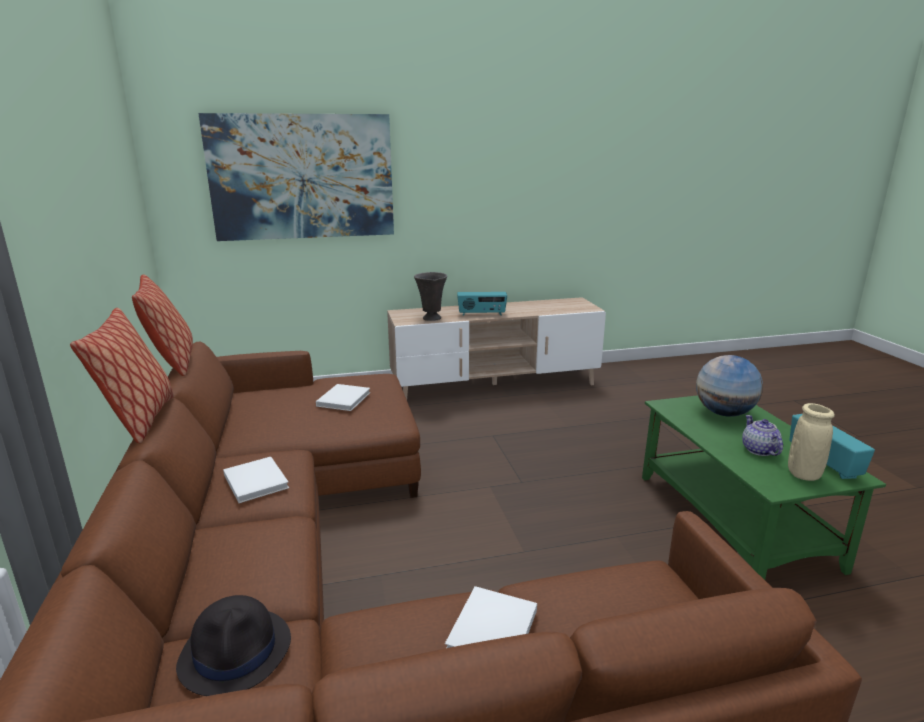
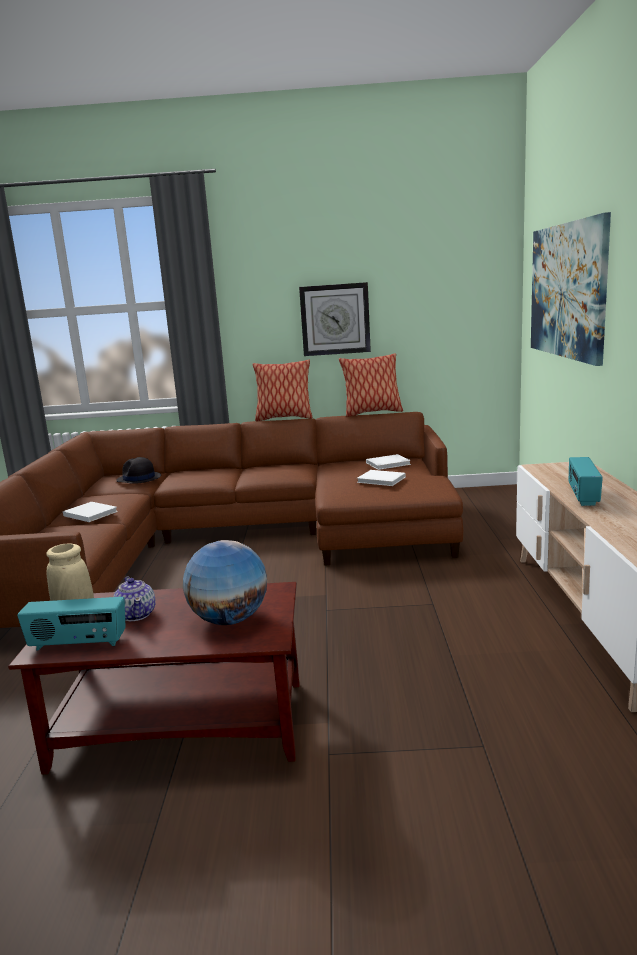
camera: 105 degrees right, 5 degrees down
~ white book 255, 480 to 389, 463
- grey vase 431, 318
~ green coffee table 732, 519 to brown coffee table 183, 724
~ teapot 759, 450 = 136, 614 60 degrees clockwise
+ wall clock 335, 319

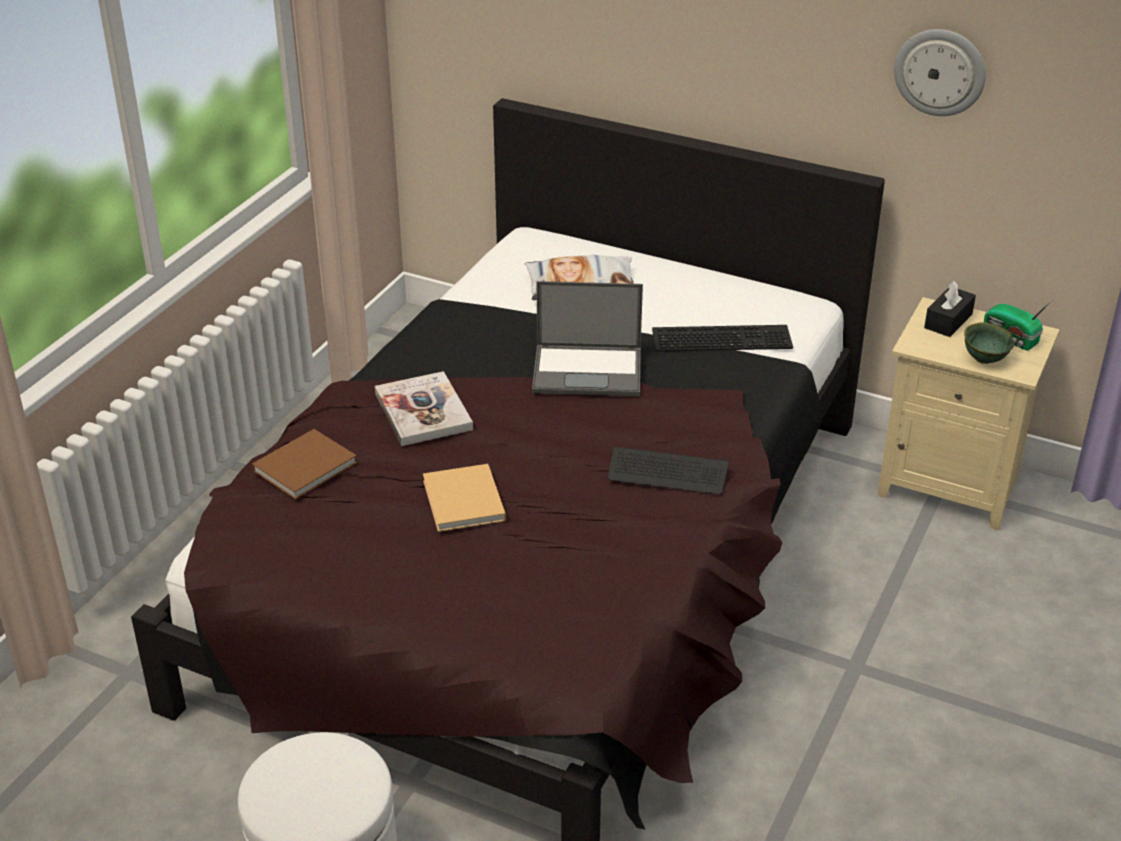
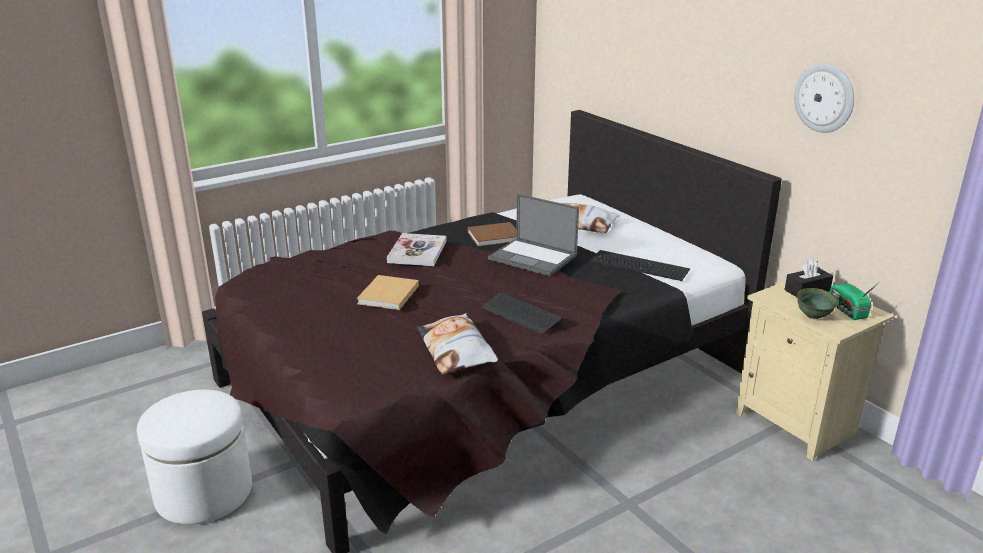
camera: 30 degrees right, 10 degrees down
~ brown book 307, 465 to 496, 236
+ pillow 456, 350

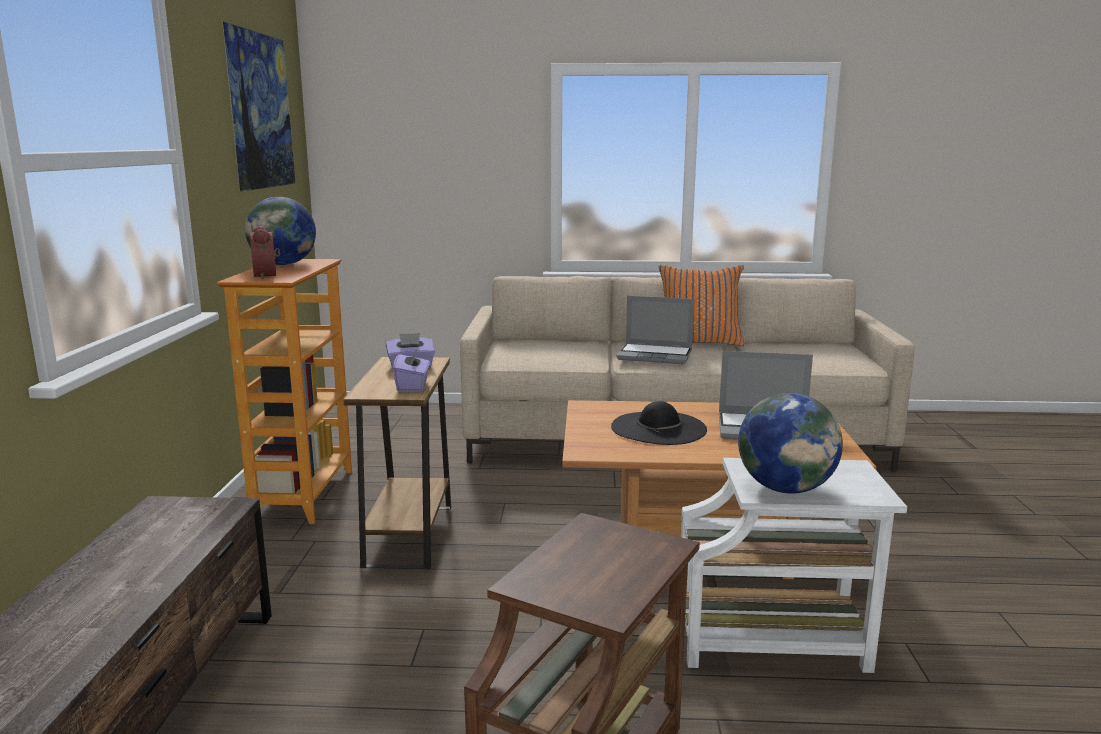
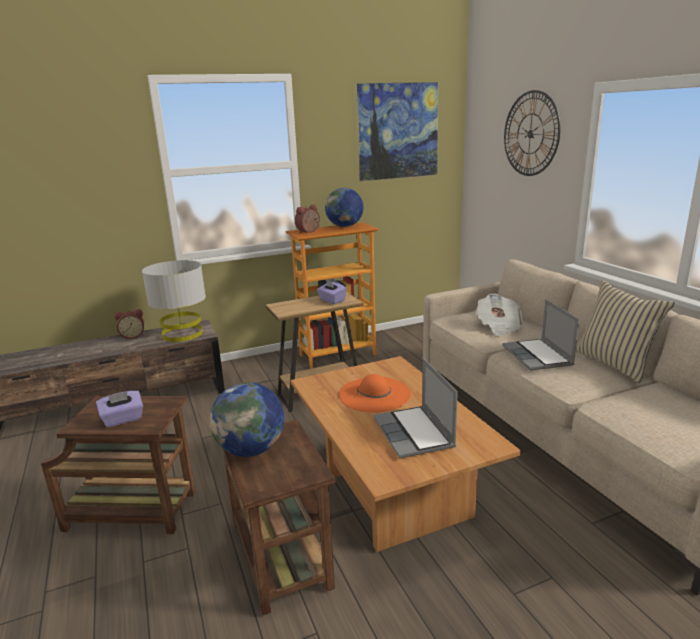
camera: 65 degrees right, 5 degrees up
~ purple tissue box 413, 386 to 123, 419
~ black hat 658, 428 to orange hat 374, 394
~ orange pillow 698, 342 to beige pillow 614, 363
~ white side table 776, 642 to brown side table 281, 557
+ alarm clock 132, 336
+ grey table lamp 182, 334
+ newspaper 498, 327
+ wall clock 530, 134

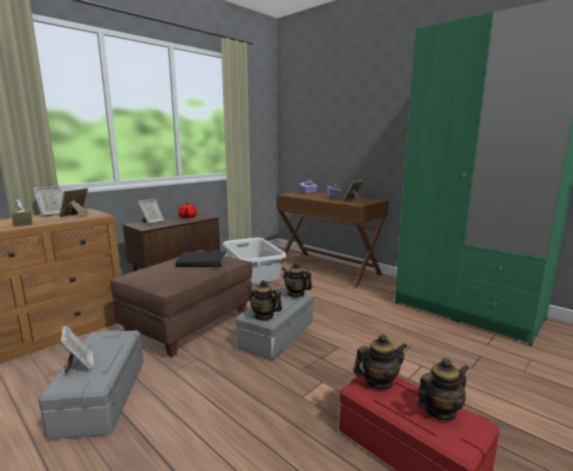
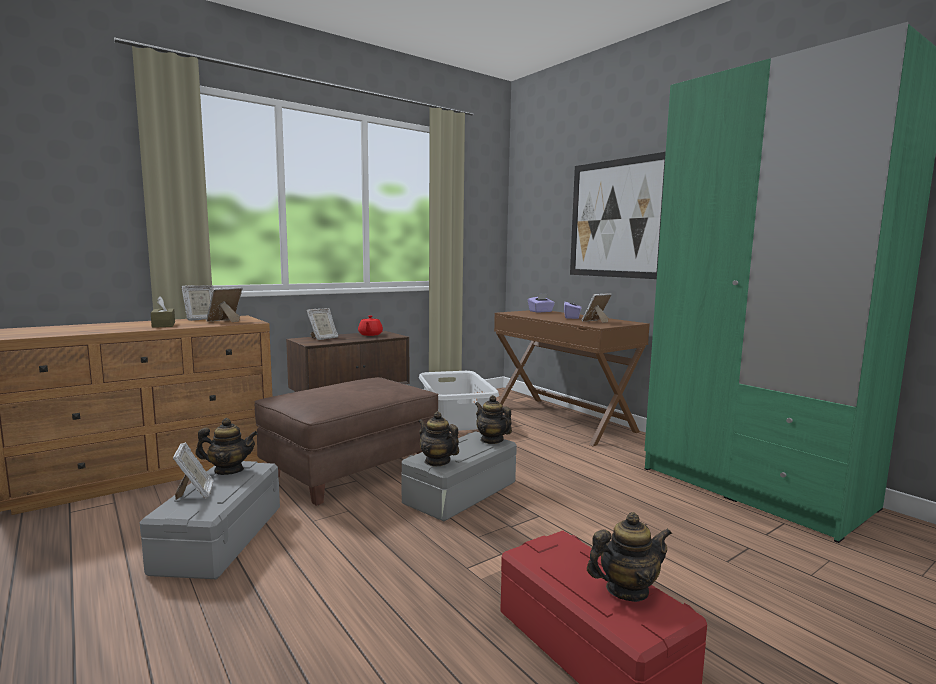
camera: 10 degrees right, 5 degrees down
- black book 202, 261
~ teapot 378, 382 to 229, 470
+ picture 616, 219

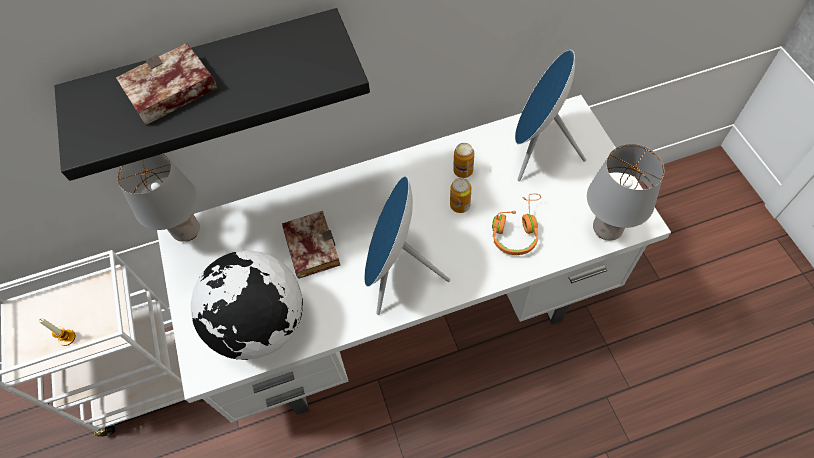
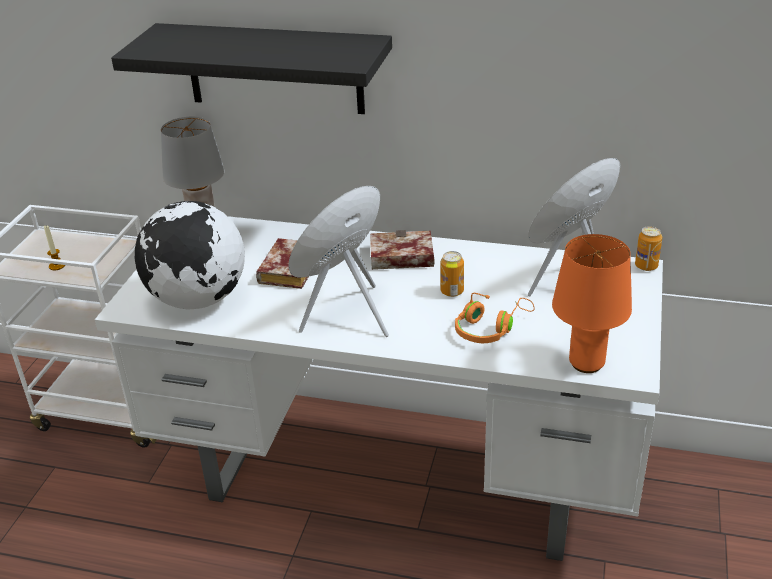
camera: 30 degrees right, 25 degrees down
~ book 169, 93 to 399, 258
~ can 463, 171 to 646, 266
~ grey table lamp 607, 230 to orange table lamp 587, 364

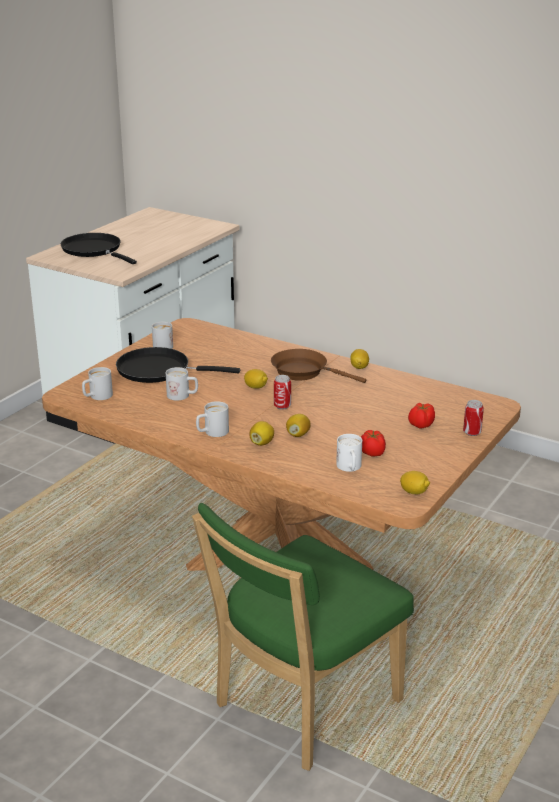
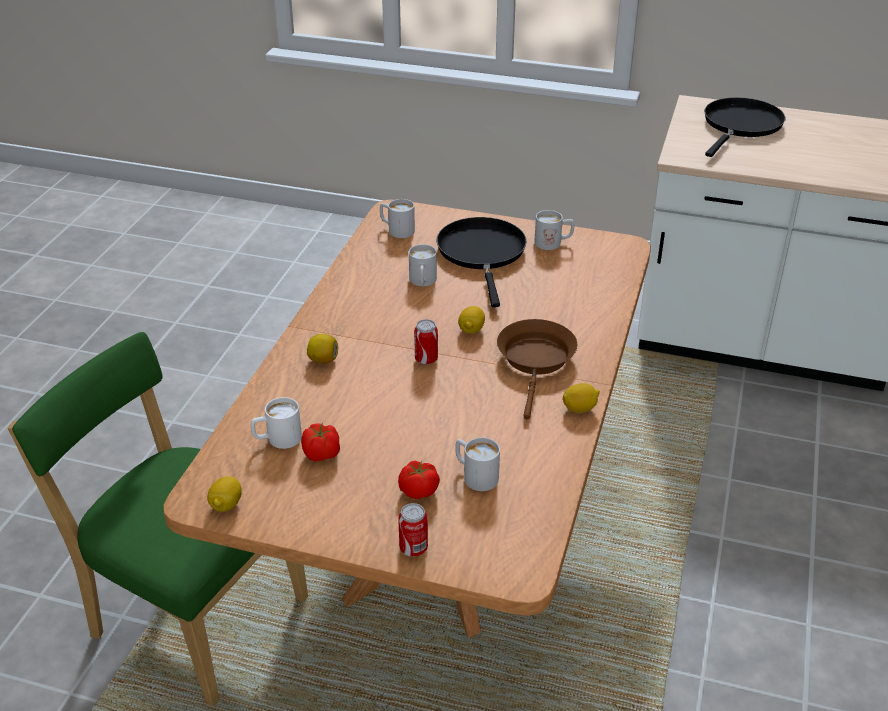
camera: 75 degrees right, 10 degrees up
~ white mug 212, 433 to 475, 475
- lemon 298, 434

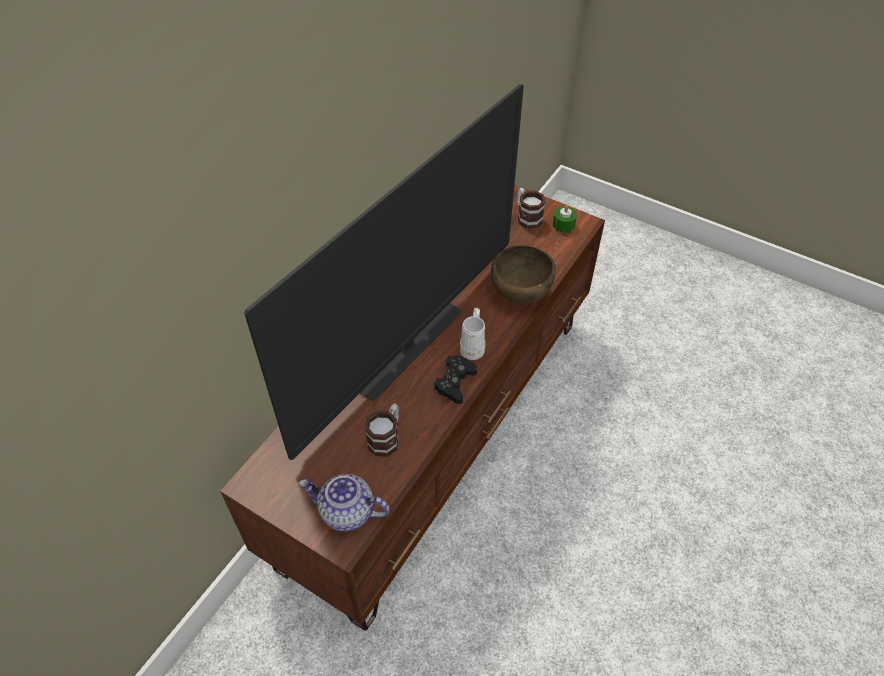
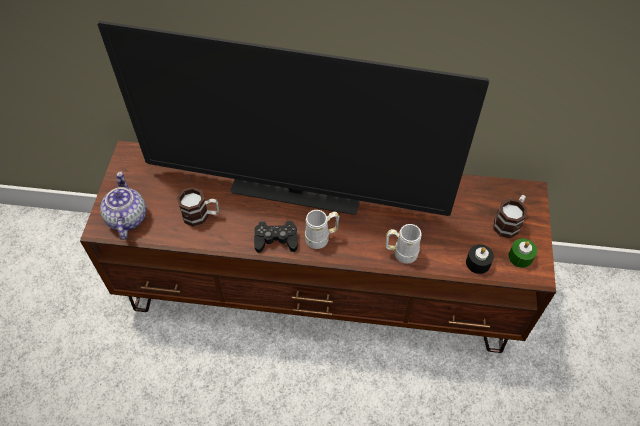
camera: 65 degrees right, 5 degrees up
~ brown bowl 520, 297 to white mug 400, 253
+ black candle 478, 263

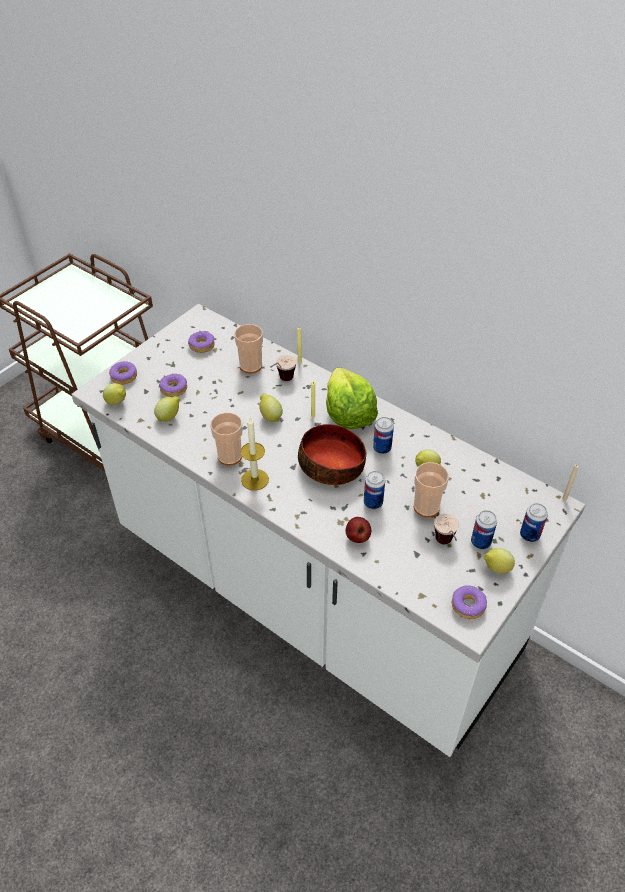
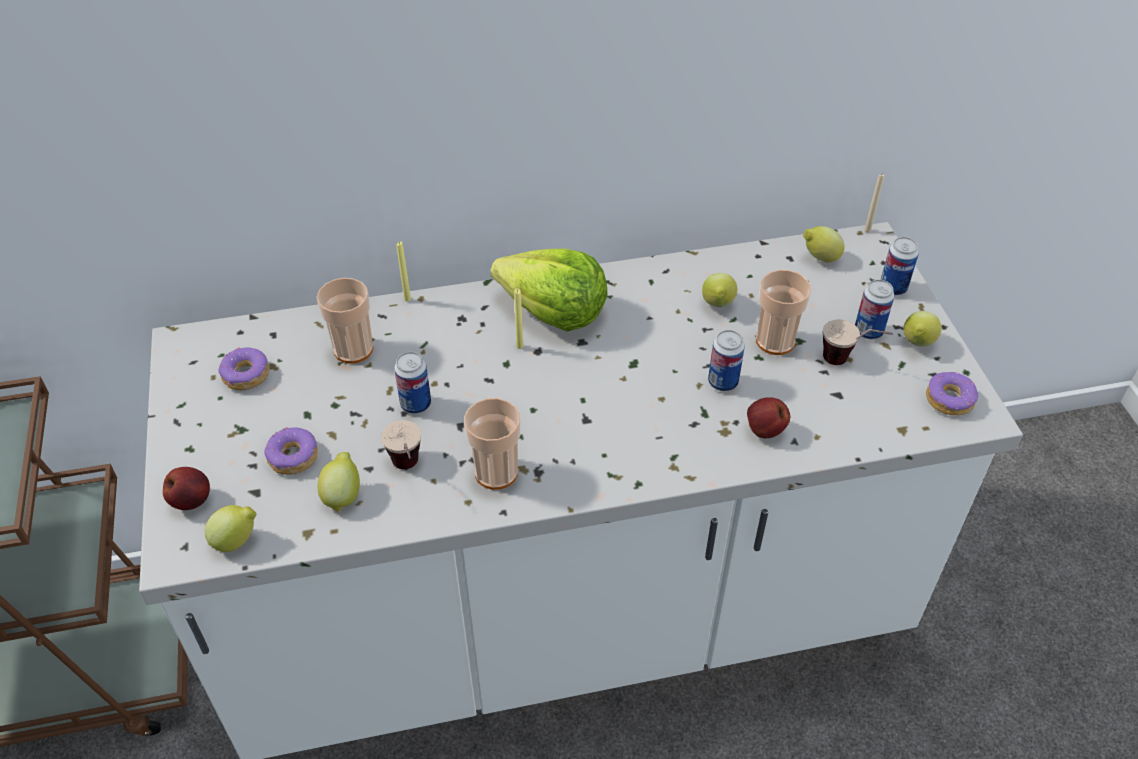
camera: 50 degrees left, 0 degrees up
~ donut 124, 377 to apple 191, 500
- candle 255, 479
~ lemon 270, 416 to 819, 258
~ cup 282, 381 to 408, 472
- bowl 332, 465
~ can 382, 448 to 416, 404

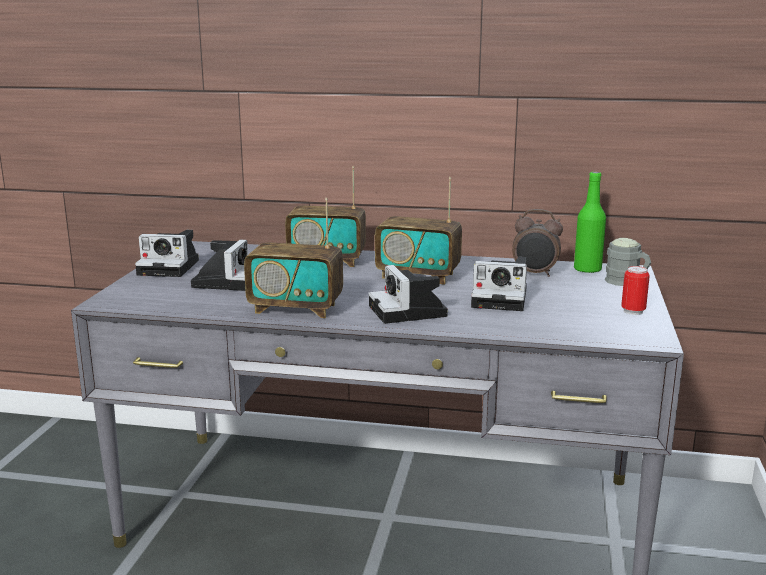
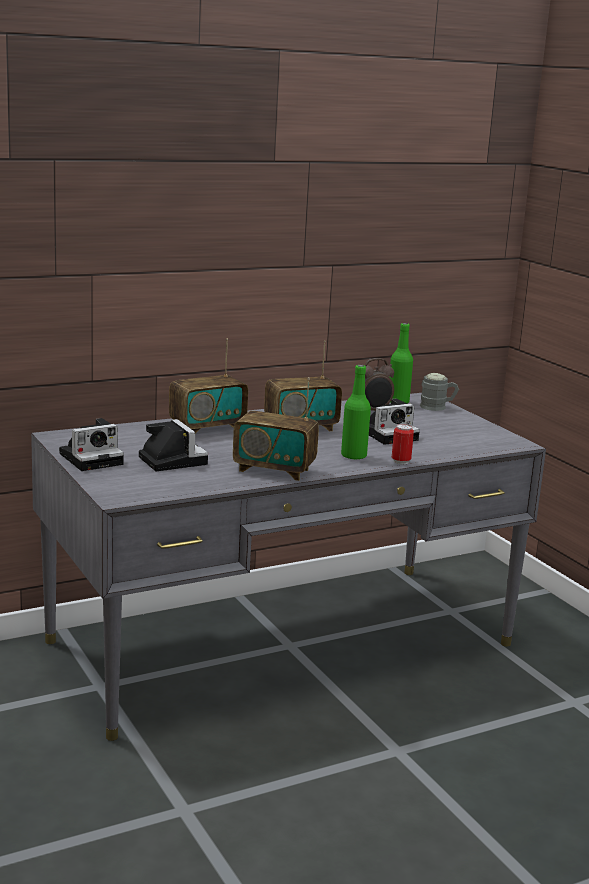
camera: 40 degrees left, 0 degrees up
~ radio 296, 308 = 274, 470 45 degrees clockwise
~ photo camera 409, 312 to green bottle 353, 456
~ can 633, 311 to 401, 461

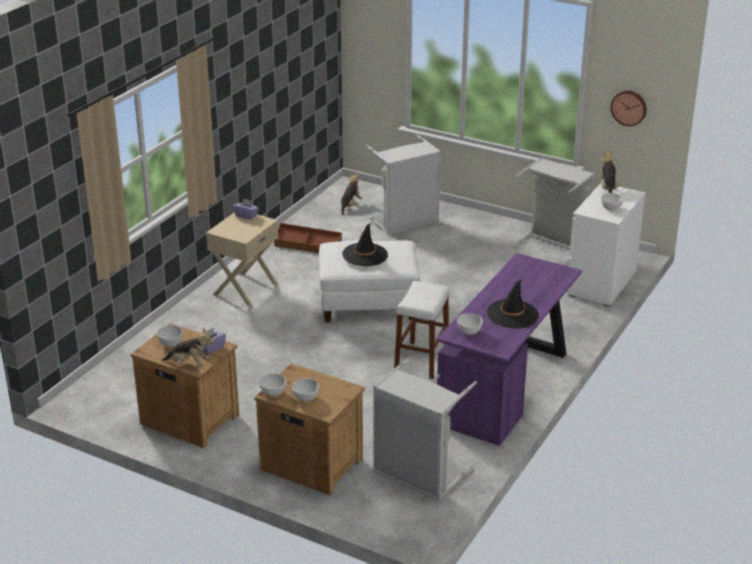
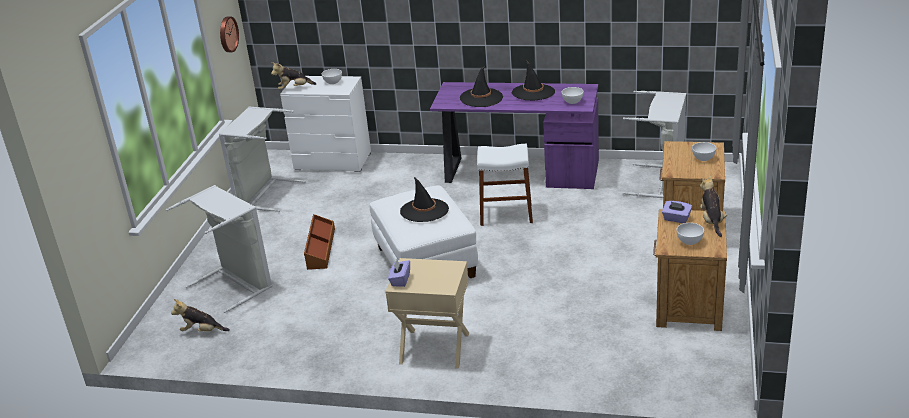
camera: 105 degrees left, 0 degrees up
- white bowl 273, 393
~ brown storage box 308, 246 to 320, 248
+ black hat 481, 98

